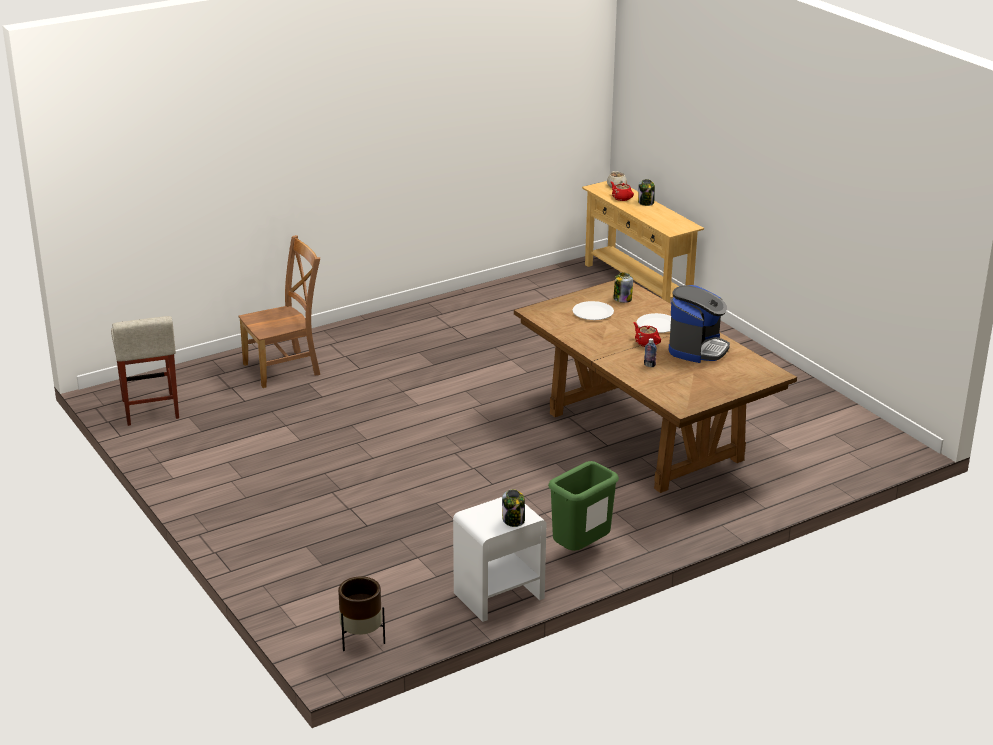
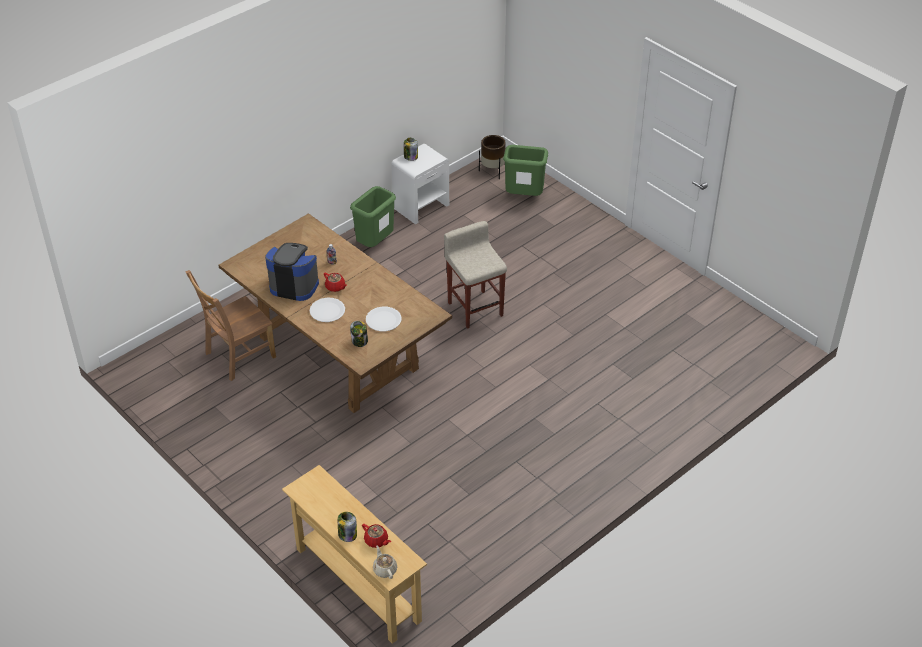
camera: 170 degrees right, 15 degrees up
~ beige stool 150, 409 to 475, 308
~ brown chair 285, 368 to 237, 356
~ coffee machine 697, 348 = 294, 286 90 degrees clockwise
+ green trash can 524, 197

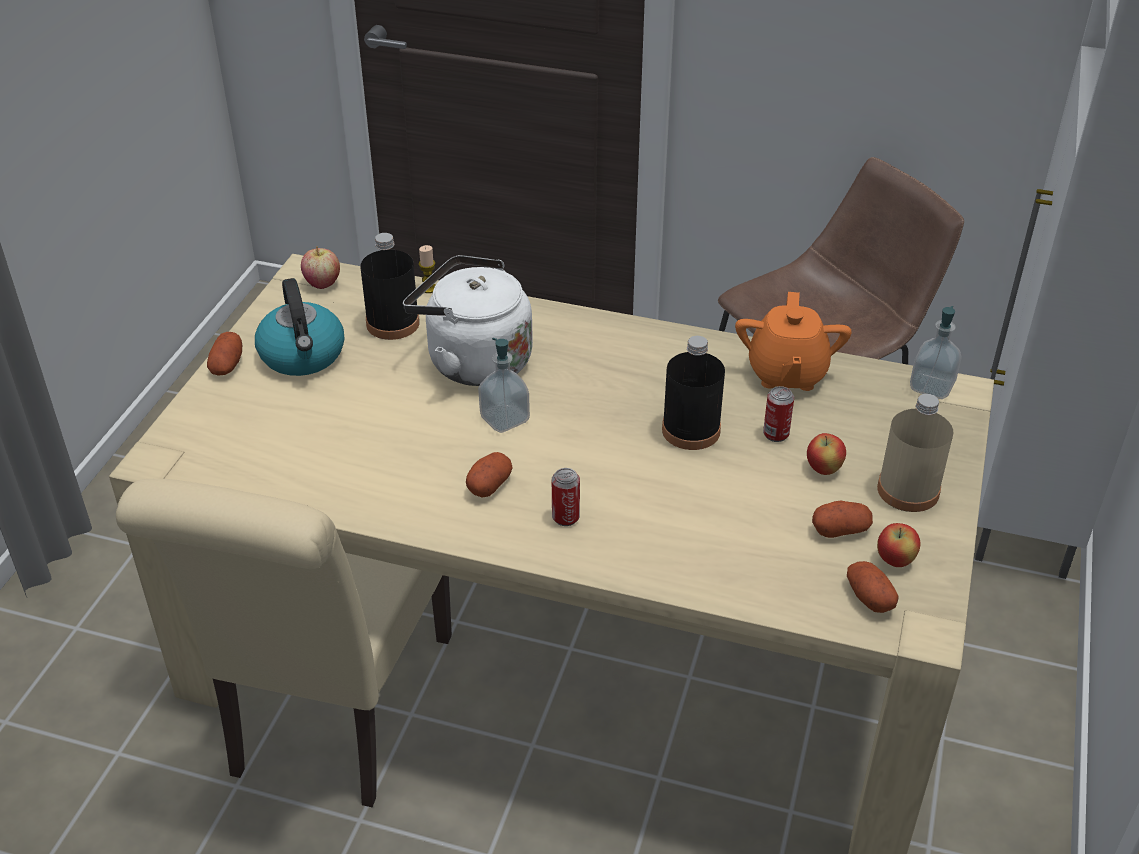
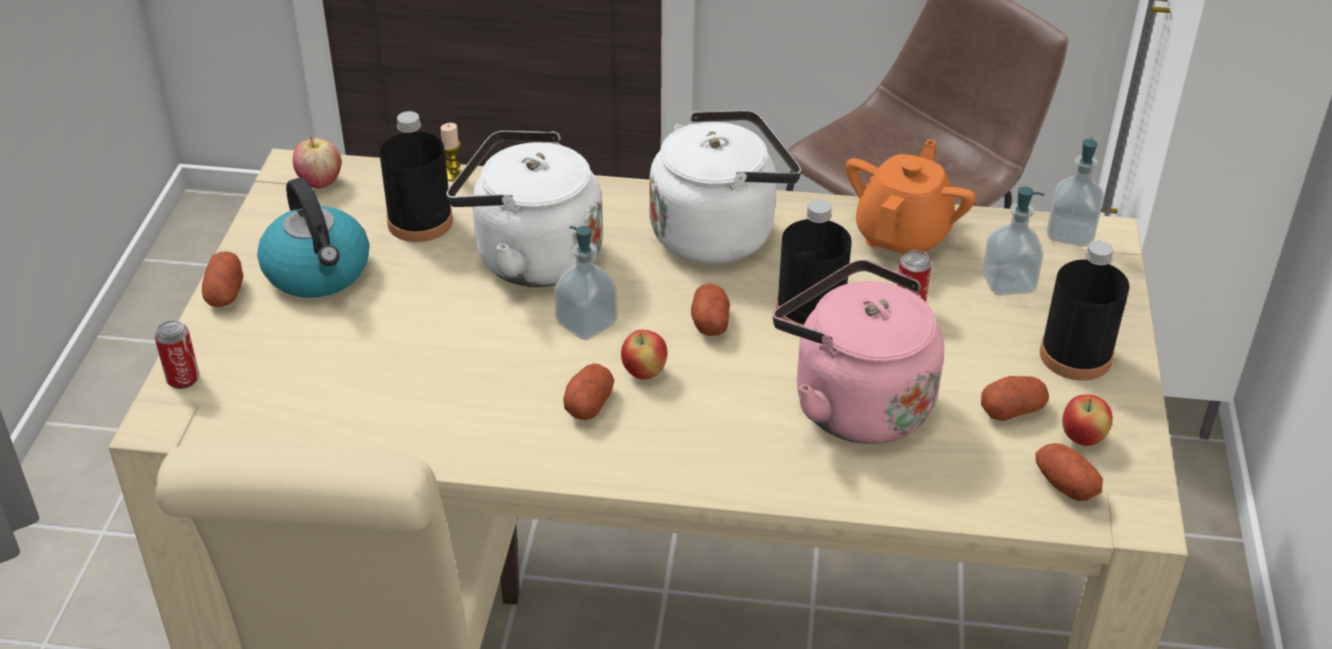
camera: 10 degrees left, 0 degrees up
~ can 565, 517 to 183, 379
~ orange teapot 786, 373 = 903, 235 150 degrees counterclockwise
~ apple 824, 469 to 644, 373
~ beige bottle 908, 490 to black bottle 1075, 356
+ white kettle 719, 232
+ potato 709, 322
+ pink kettle 854, 402
+ soap dispenser 1008, 283

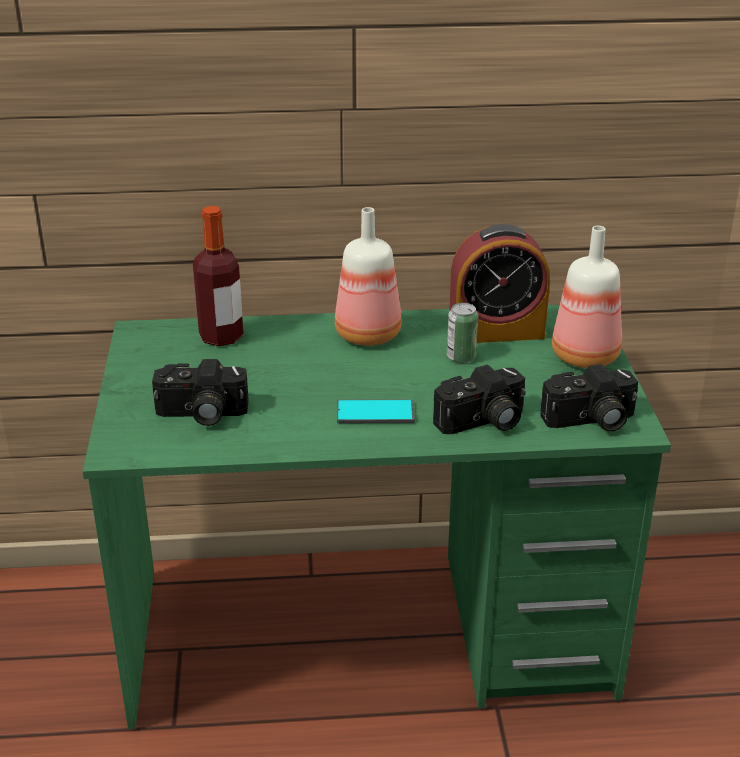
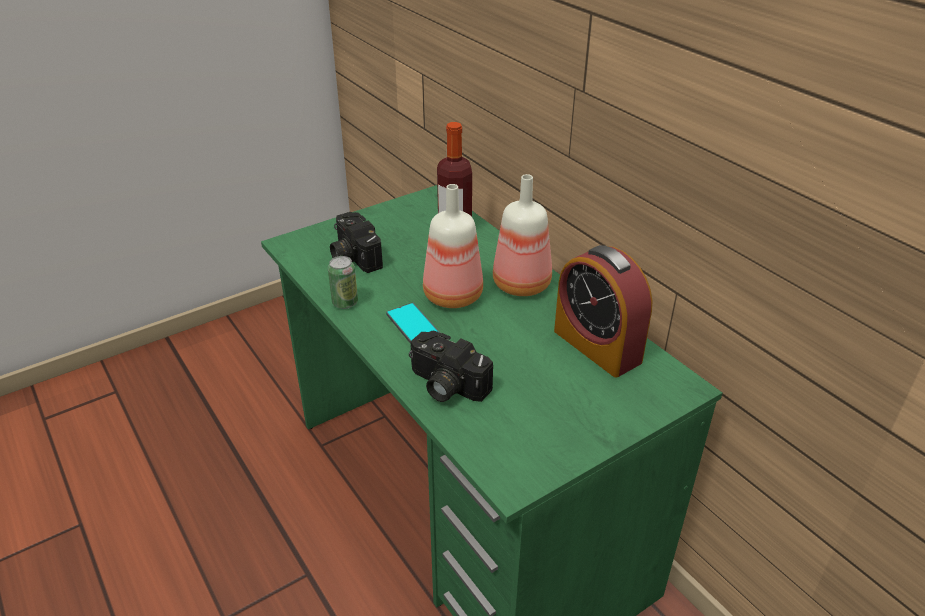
camera: 60 degrees right, 5 degrees up
~ can 461, 357 to 345, 302
- photo camera 590, 421
~ bottle 587, 357 to 454, 297

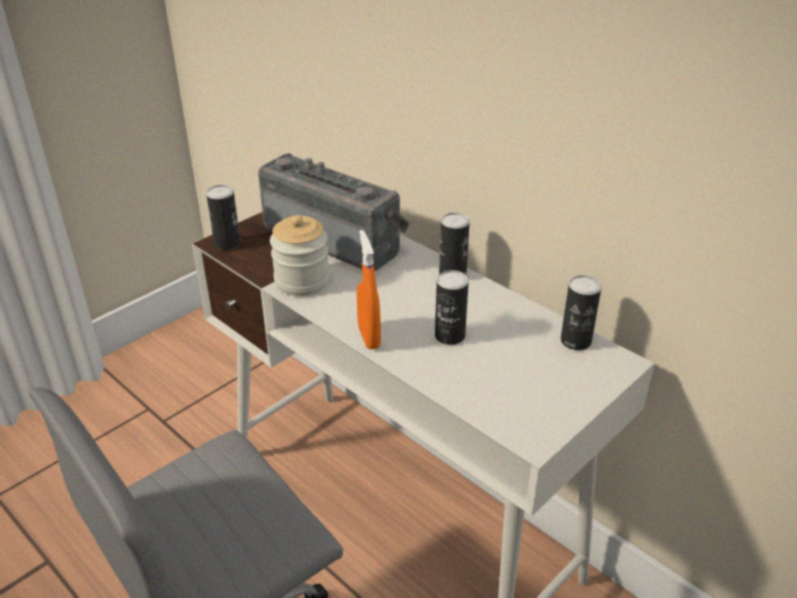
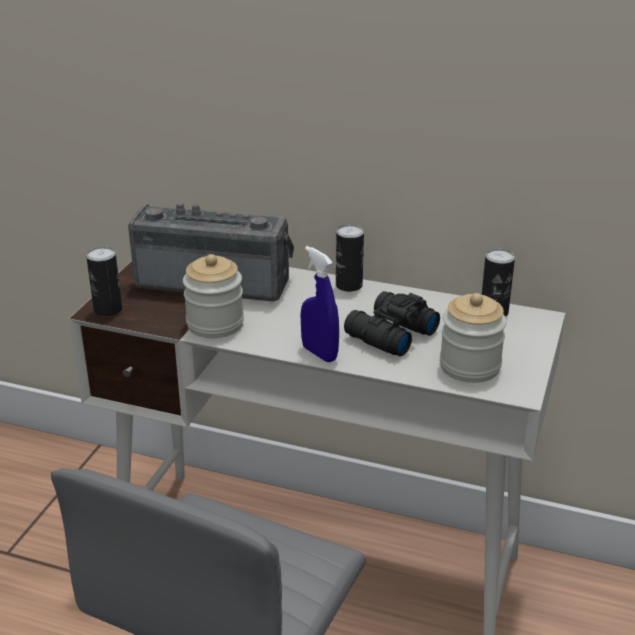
camera: 25 degrees left, 5 degrees down
~ orange spray bottle 369, 337 to blue spray bottle 319, 353
~ can 449, 336 to black binoculars 388, 334
+ jar 470, 366

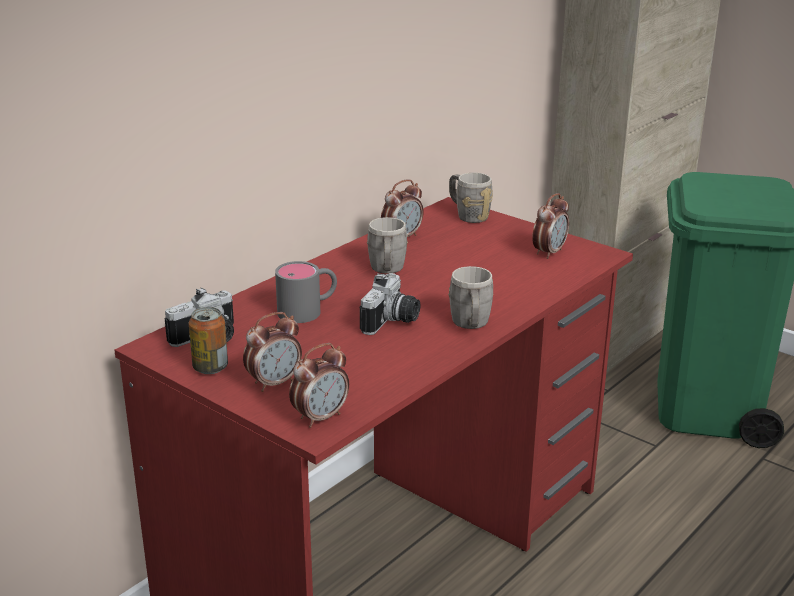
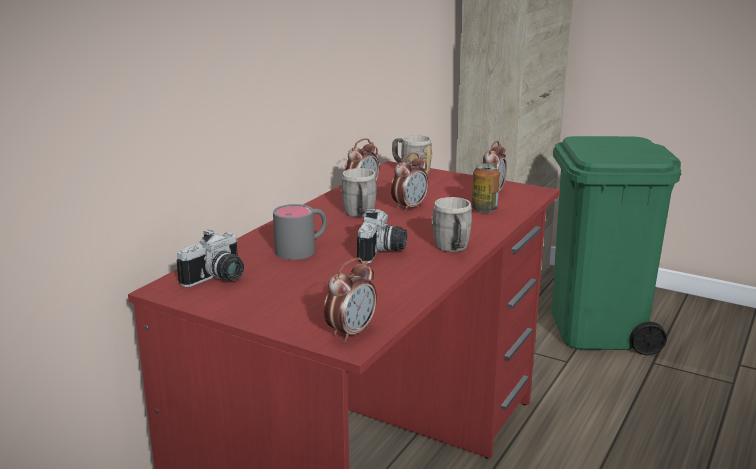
camera: 10 degrees left, 5 degrees down
~ can 210, 367 to 484, 209
~ alarm clock 274, 383 to 409, 207

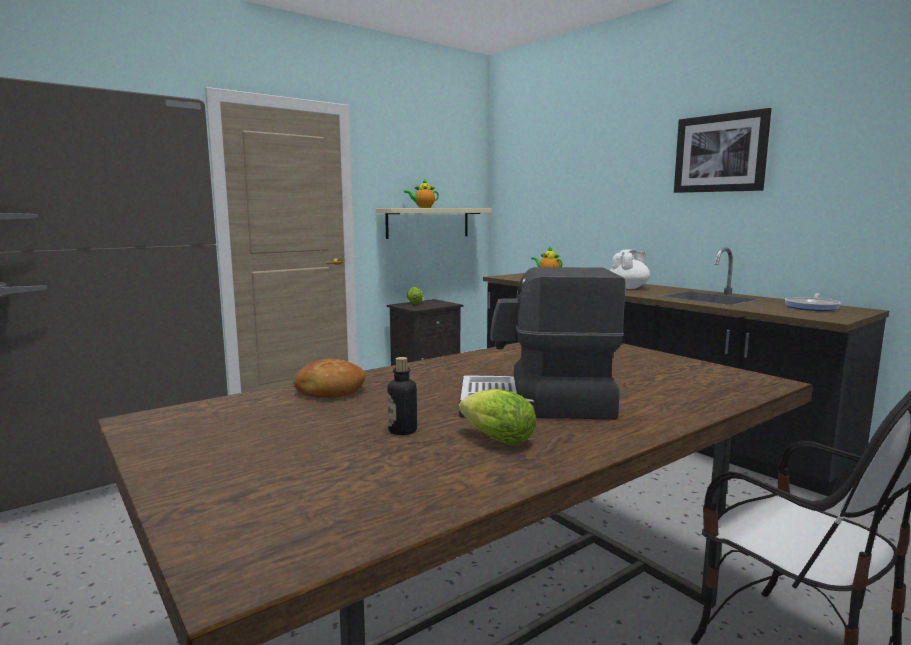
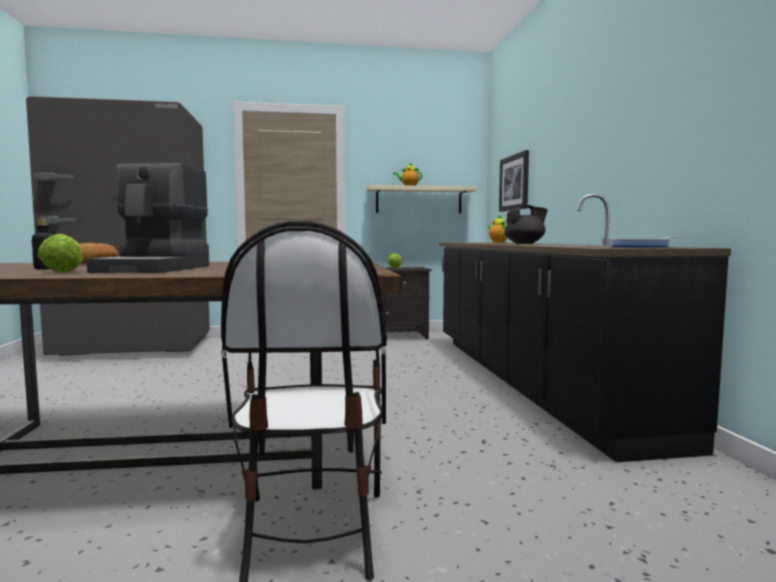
camera: 30 degrees right, 5 degrees down
~ coffee machine 536, 404 = 157, 269 120 degrees counterclockwise
~ white teapot 628, 288 to black teapot 525, 243
~ picture 720, 153 to 514, 183

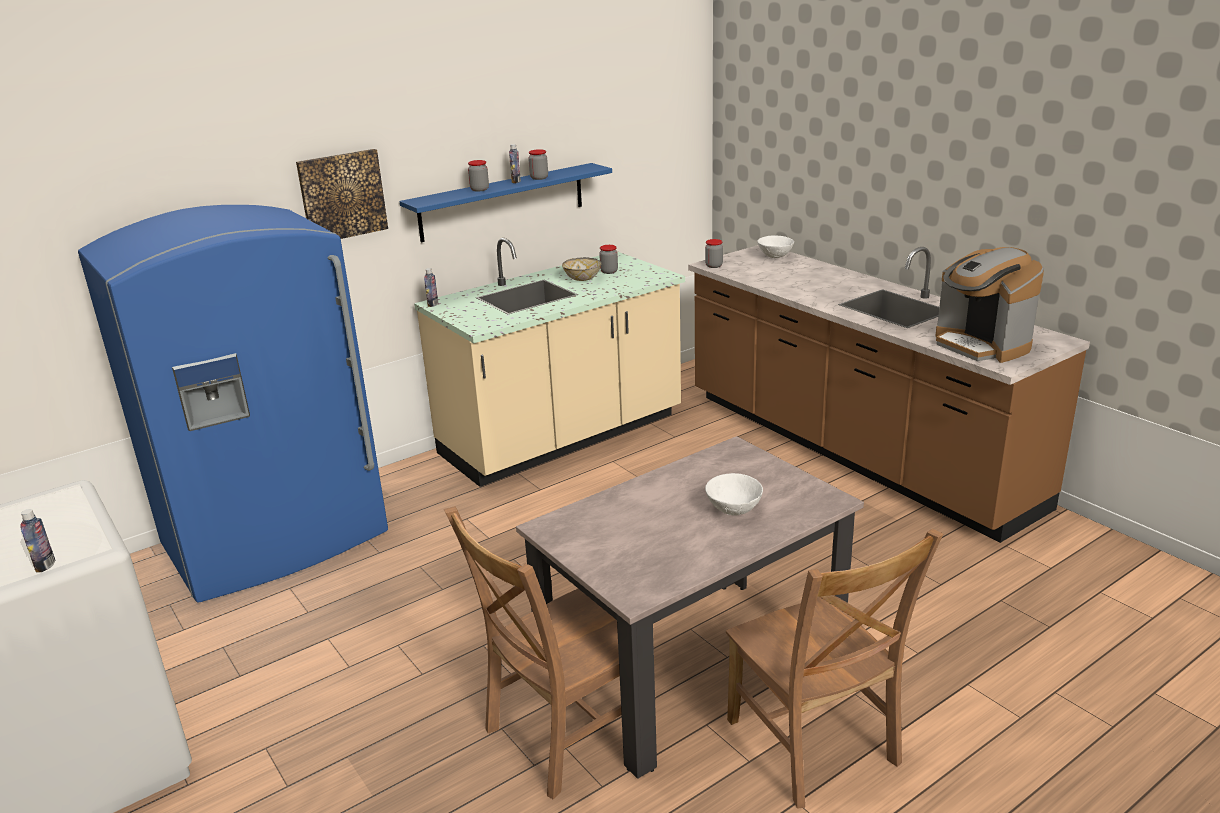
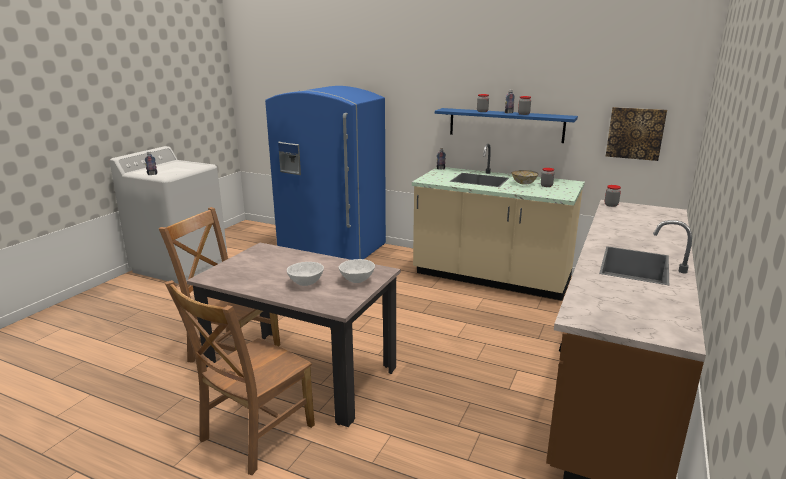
camera: 60 degrees right, 5 degrees down
~ picture 342, 195 to 635, 133
~ white bowl 774, 257 to 356, 280
- coffee machine 981, 345

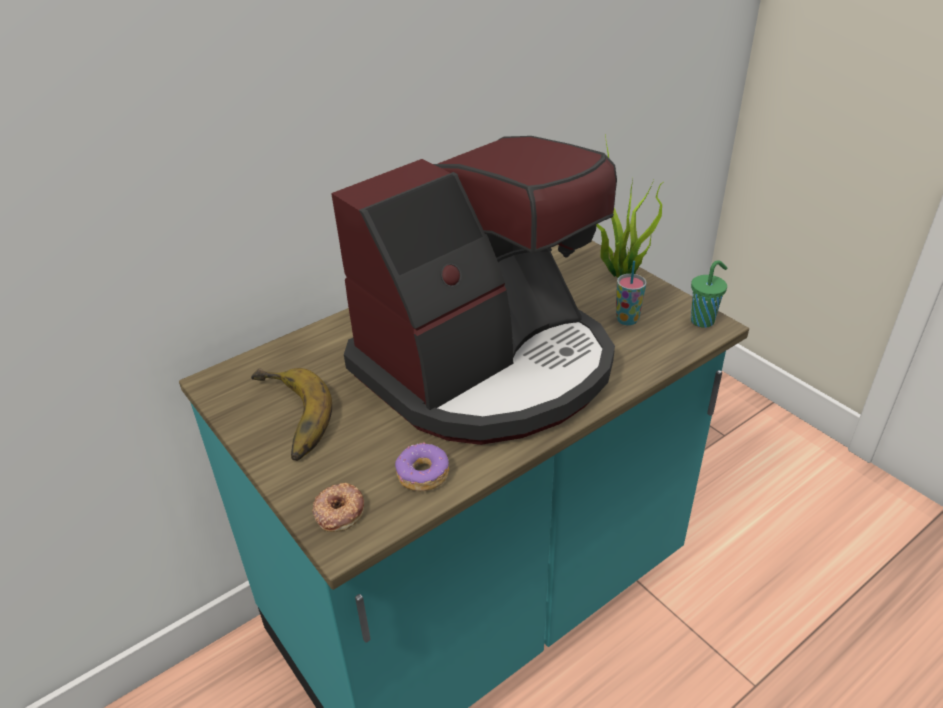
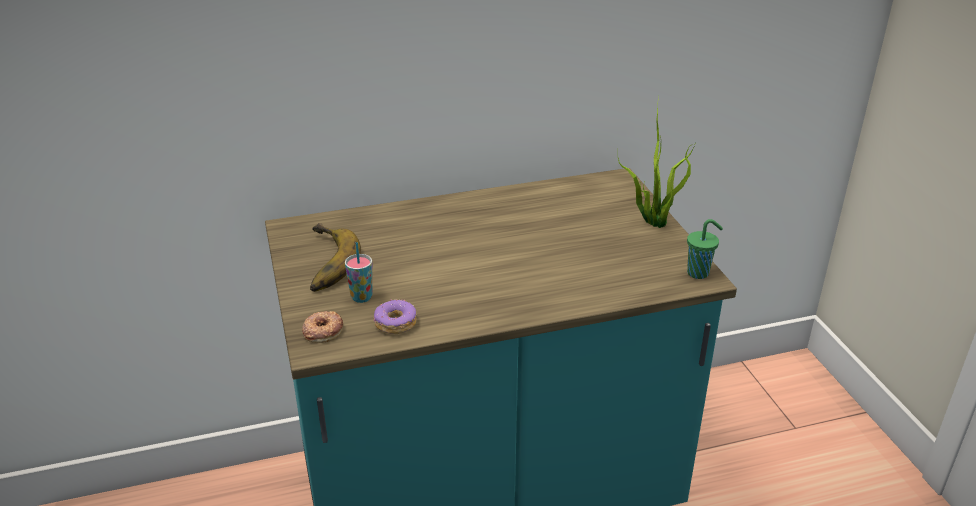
camera: 20 degrees right, 5 degrees down
- coffee machine 487, 367
~ cup 627, 320 to 361, 297

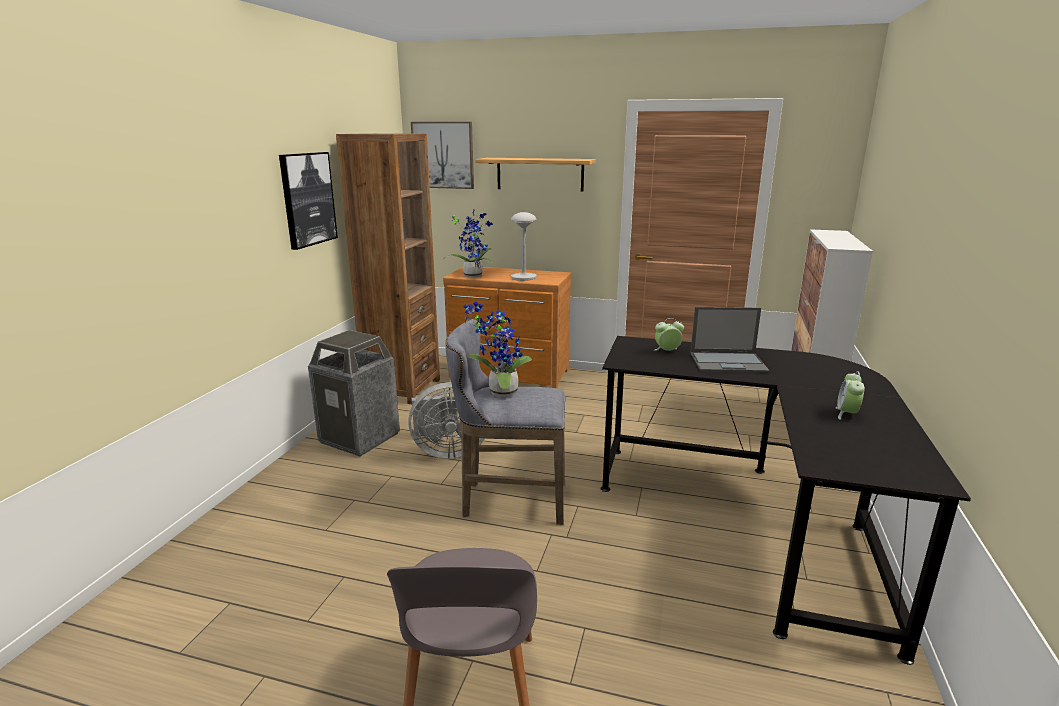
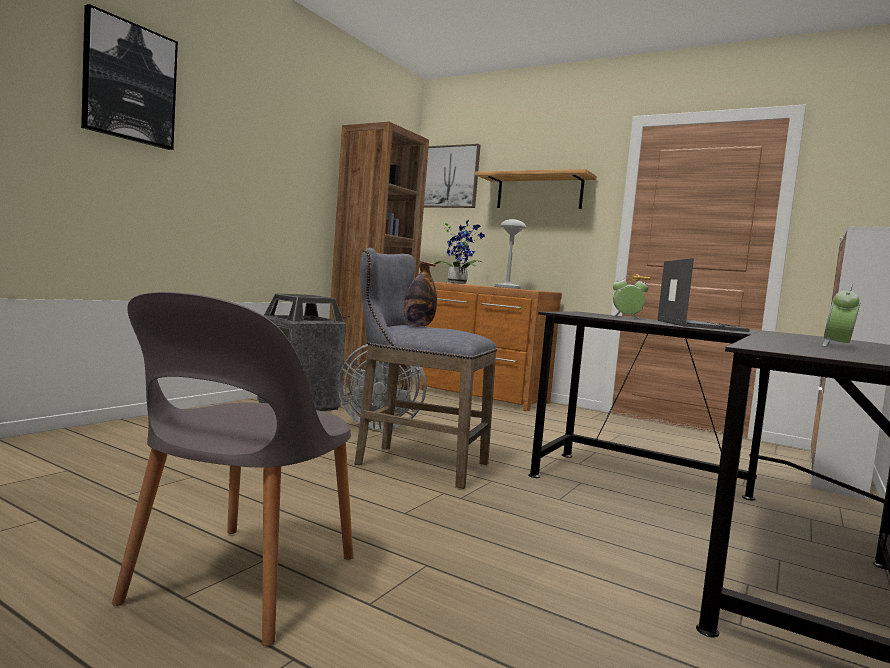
camera: 15 degrees right, 15 degrees down
~ picture 307, 199 to 129, 82
~ potted plant 499, 392 to bottle 418, 325
~ laptop 729, 362 = 698, 325 105 degrees counterclockwise

